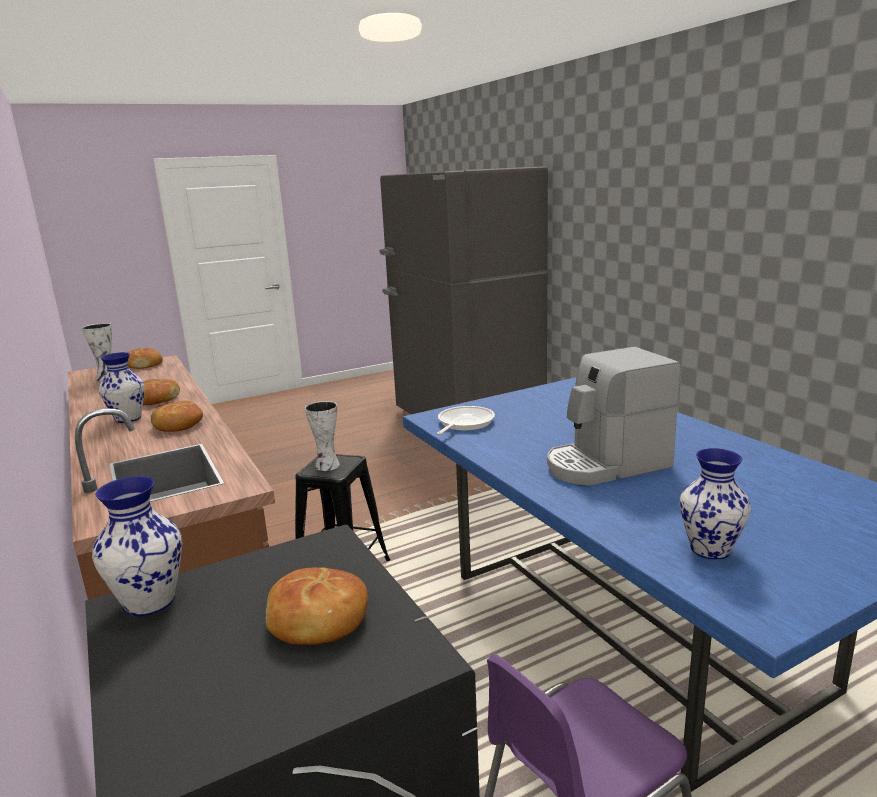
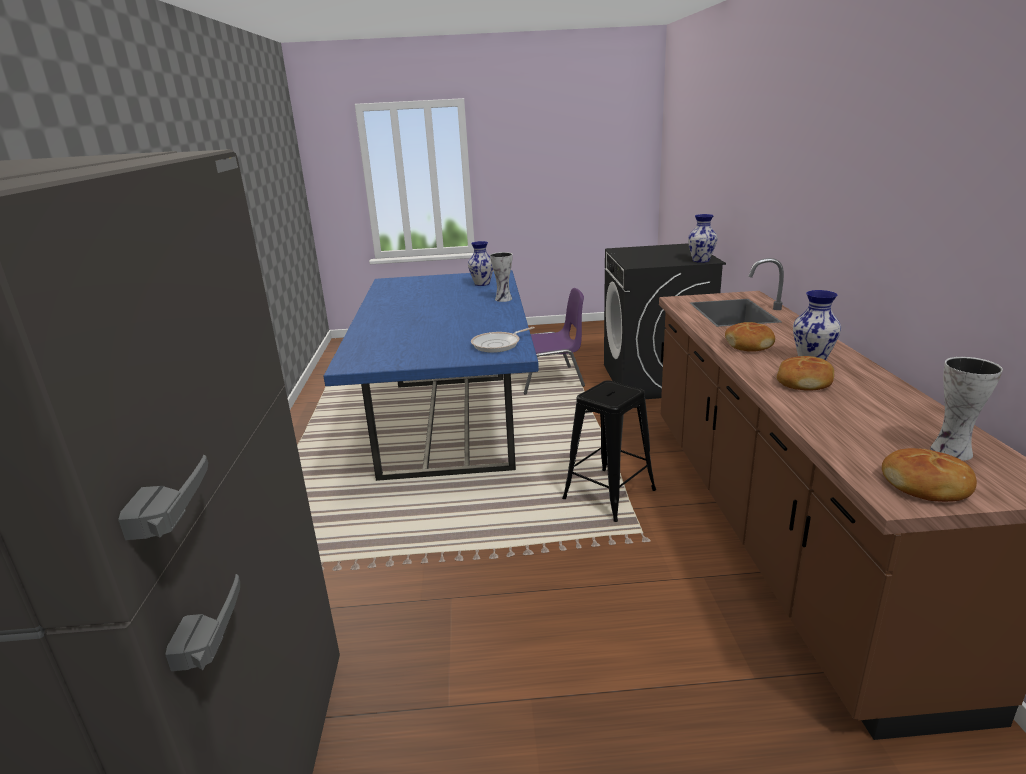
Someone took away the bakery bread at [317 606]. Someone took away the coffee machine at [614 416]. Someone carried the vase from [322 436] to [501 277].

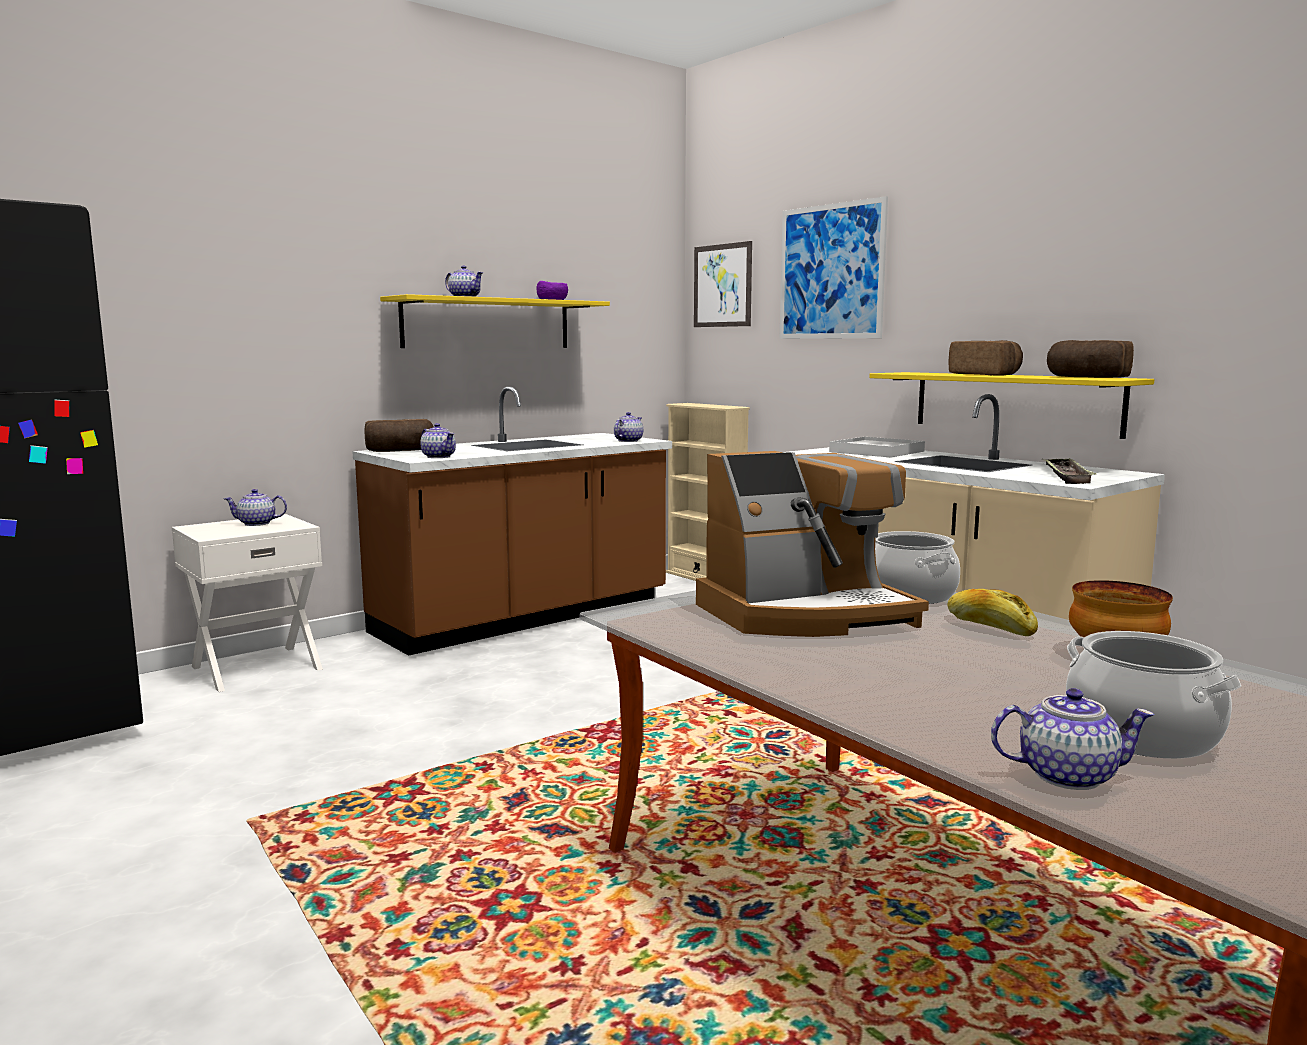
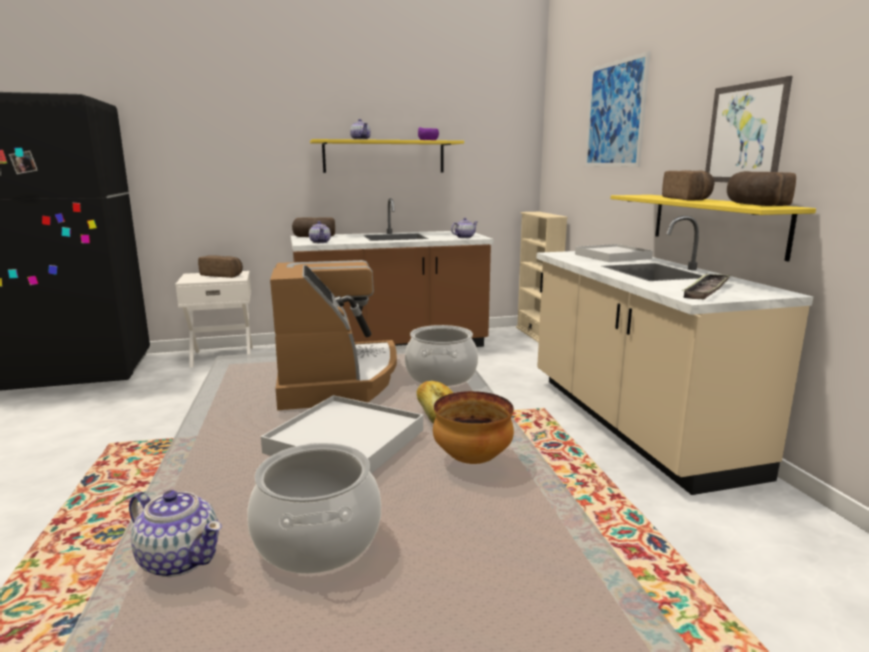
Someone put down the tray (white-coloured) at [342 434]. Someone carried the wall art from [723 284] to [749 129]. Someone swapped the tea pot at [255 507] for the bakery bread at [220 266]. Someone rotated the coffee machine at [812 544] by 105 degrees counterclockwise.

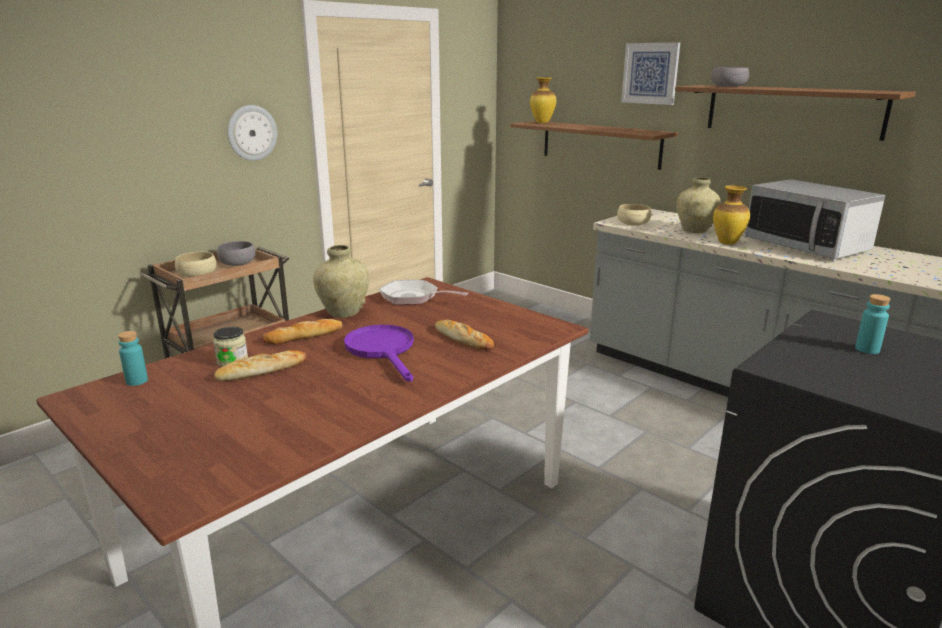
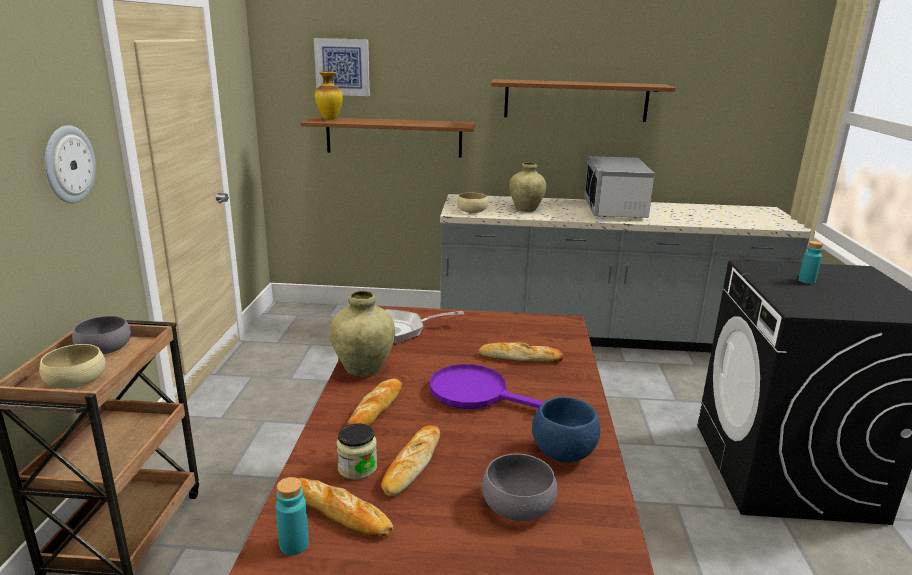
Someone took away the vase at [731 215]. Someone put down the bakery bread at [345 507]. Someone put down the deep dish (blue-coloured) at [566 429]. Someone carried the wall art from [650 74] to [342 67]. Someone carried the deep dish (grey) from [730 77] to [520 487]. Someone rotated the microwave at [815 219] by 75 degrees clockwise.

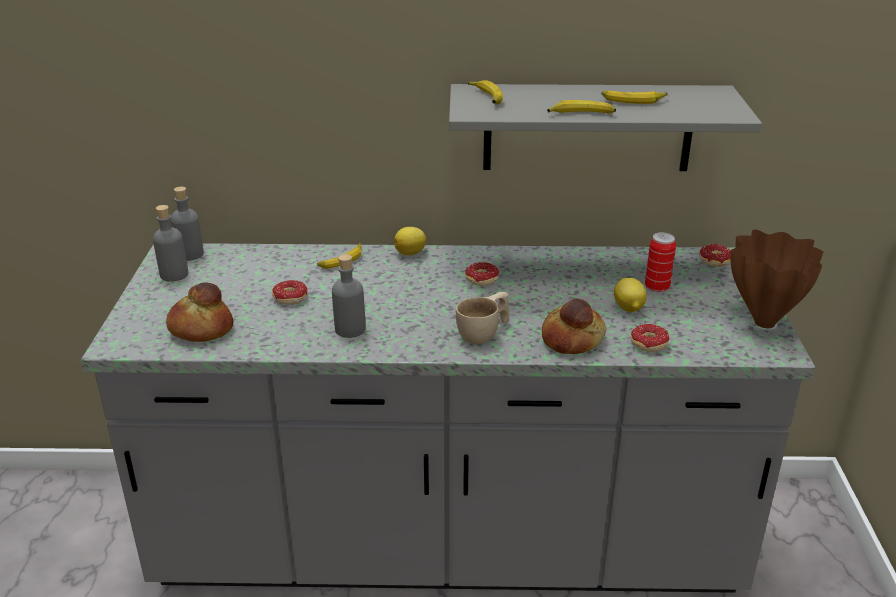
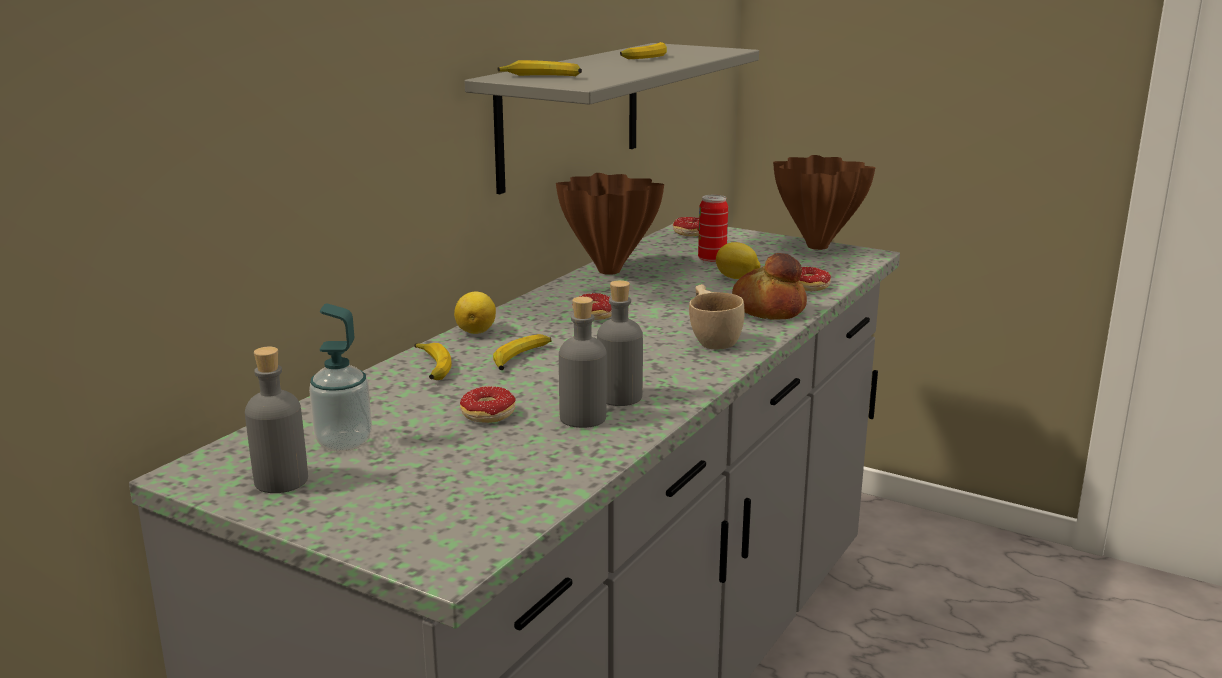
Someone took away the bakery bread at [199 312]. Someone put down the soap dispenser at [340 378]. Someone put down the vase (brownish) at [610 224]. Someone carried the drink bottle (grey) from [187 224] to [583 362]. Someone carried the whole banana from [581 107] to [522 352].

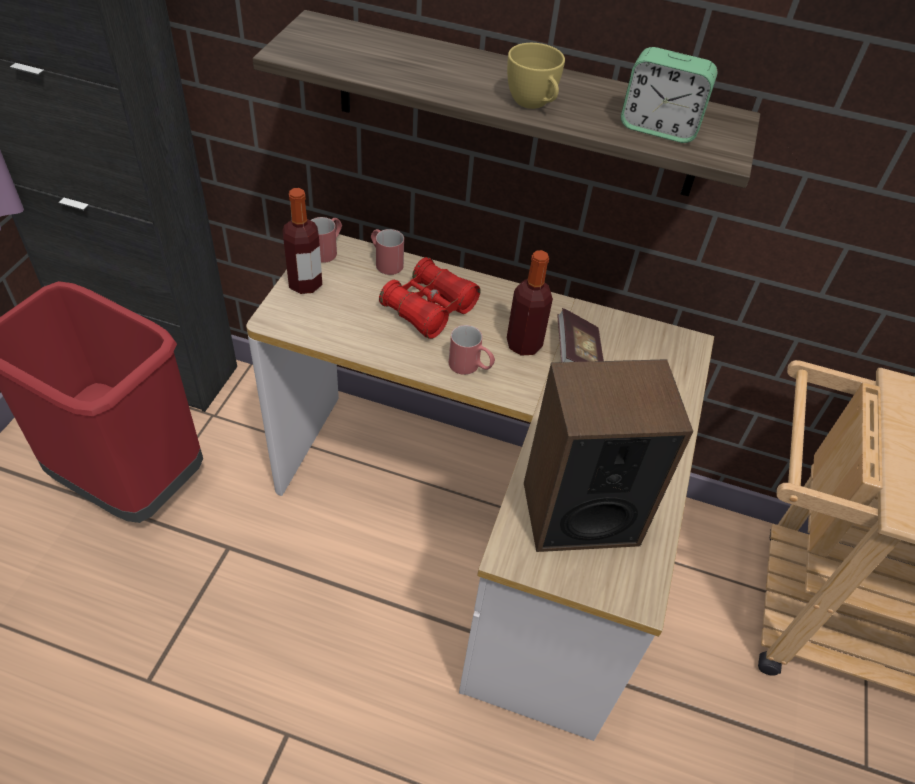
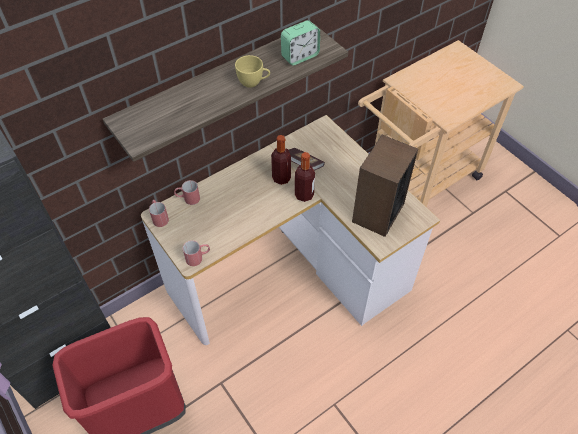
Someone took away the field glasses (reddish) at [429 298]. Someone carried the drink bottle from [302 241] to [305 177]. Someone carried the mug (reddish) from [472 350] to [196 253].

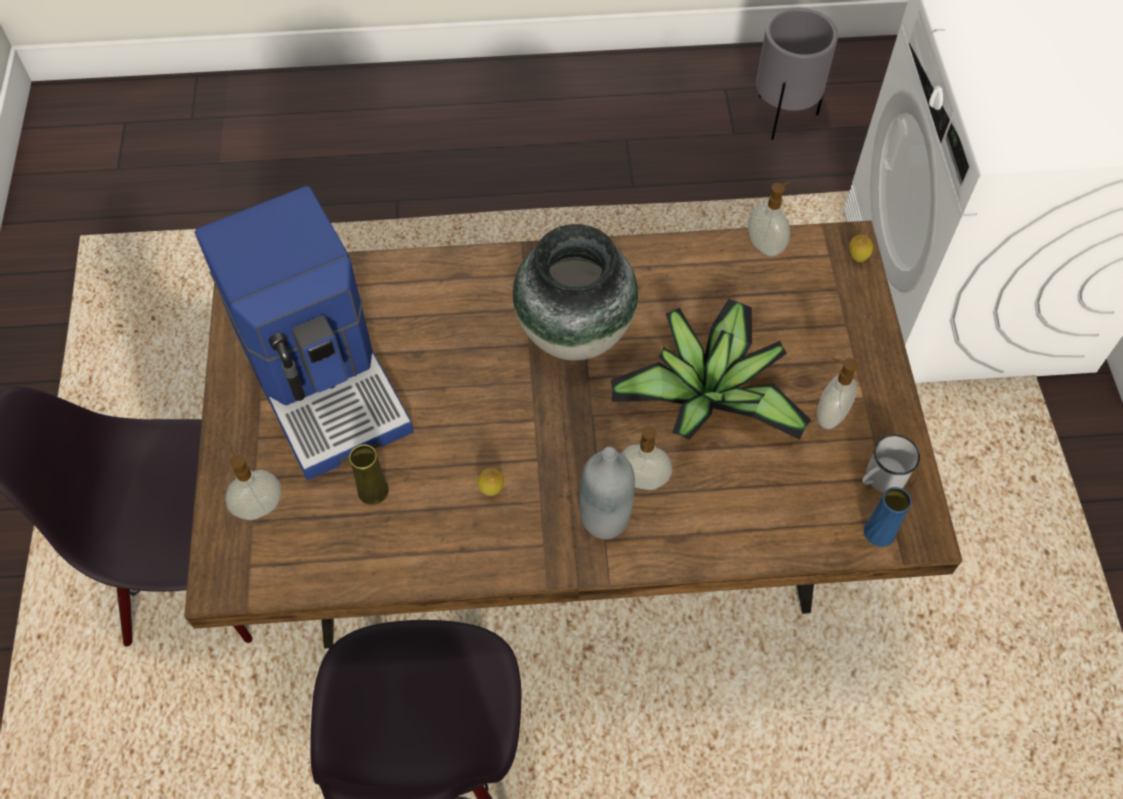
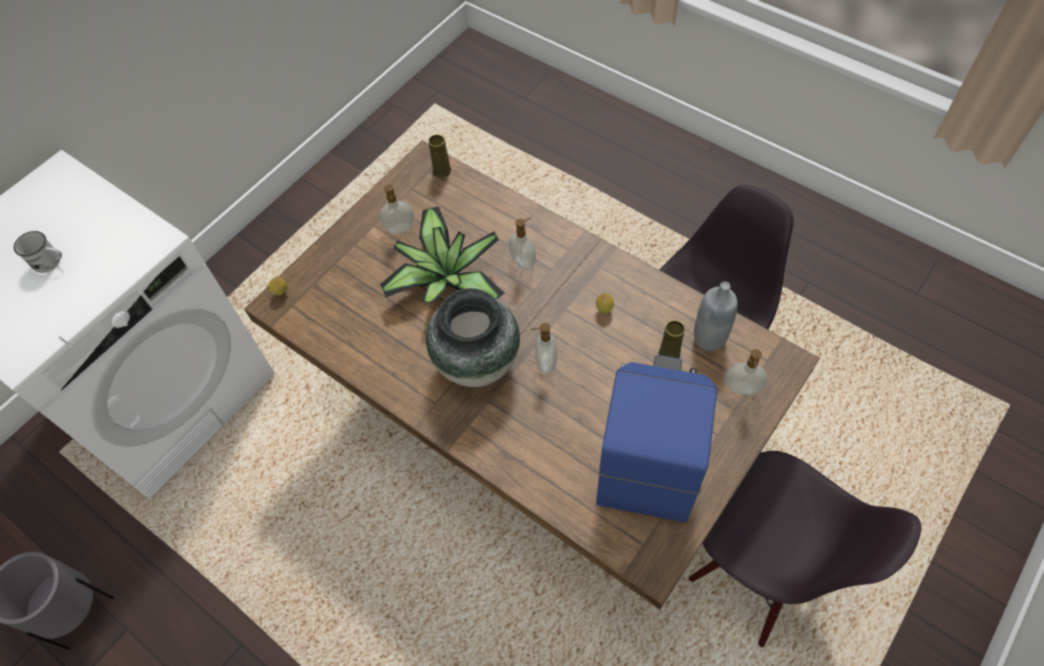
Someone carried the drink bottle (grey) from [607 493] to [716 316]. Someone carried the soap dispenser from [769 219] to [544 348]. Someone carried the mug (white-coloured) from [891 463] to [38 252]. Someone repainted the vase (blue-coloured) at [887 517], which became the vase (yellow-coloured) at [439 156].

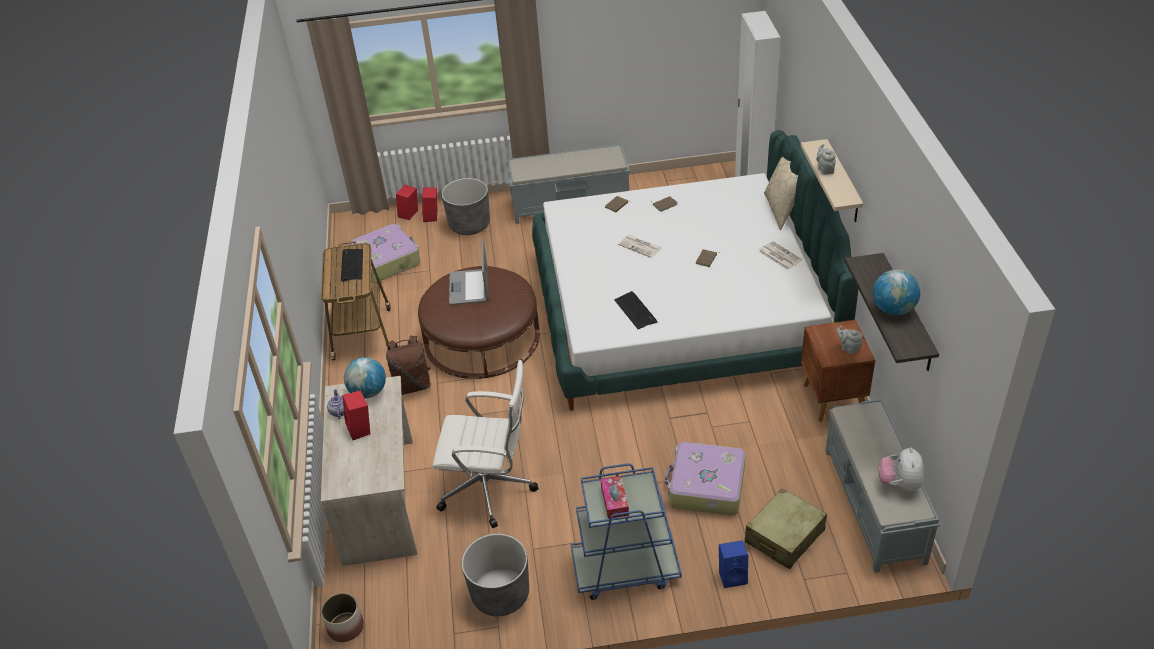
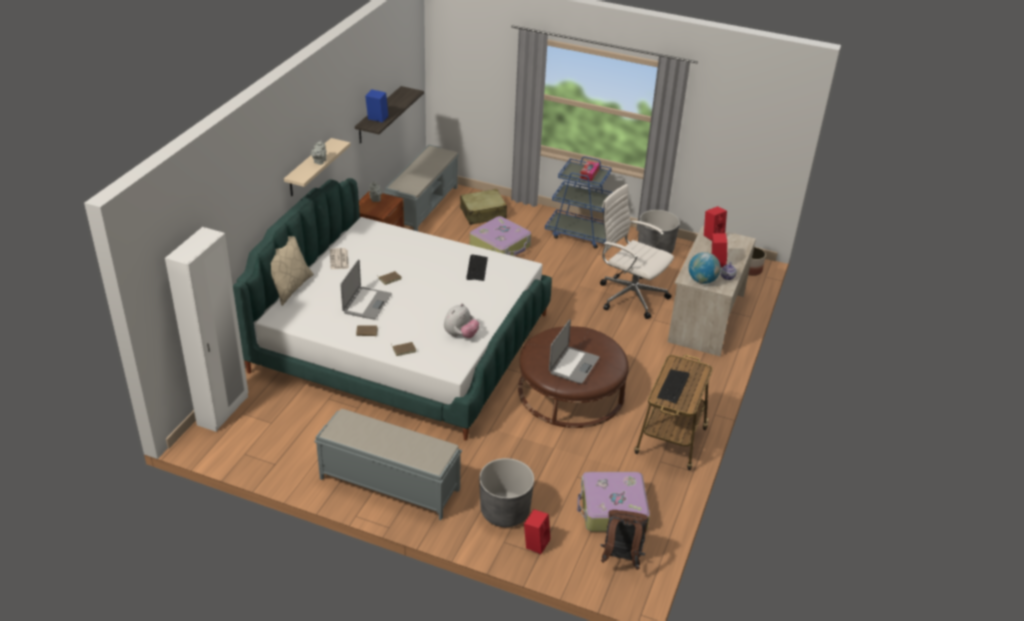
Someone took away the daily paper at [640 246]. Someone took away the desk globe at [896 292]. Someone put down the laptop at [366 289]. Someone carried the knapsack (brownish) from [408 365] to [624 540]. Someone carried the speaker (reddish) from [407 202] to [715 223]. Someone carried the speaker (blue-coloured) from [733 564] to [376 106]. Someone carried the plush toy from [901 469] to [461 320].

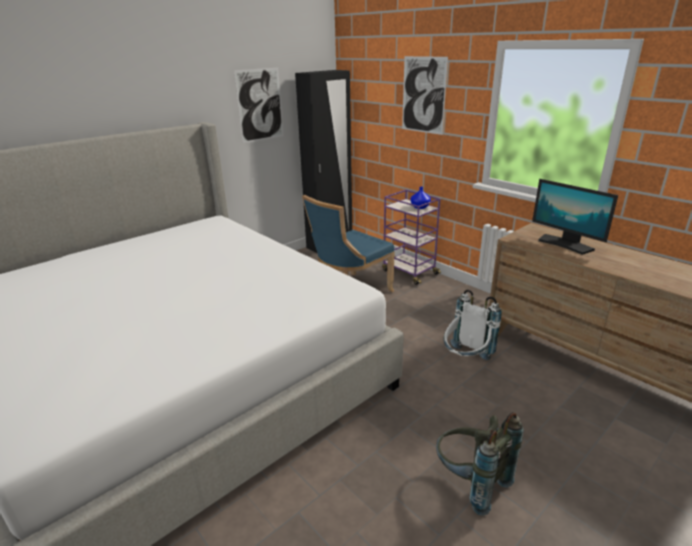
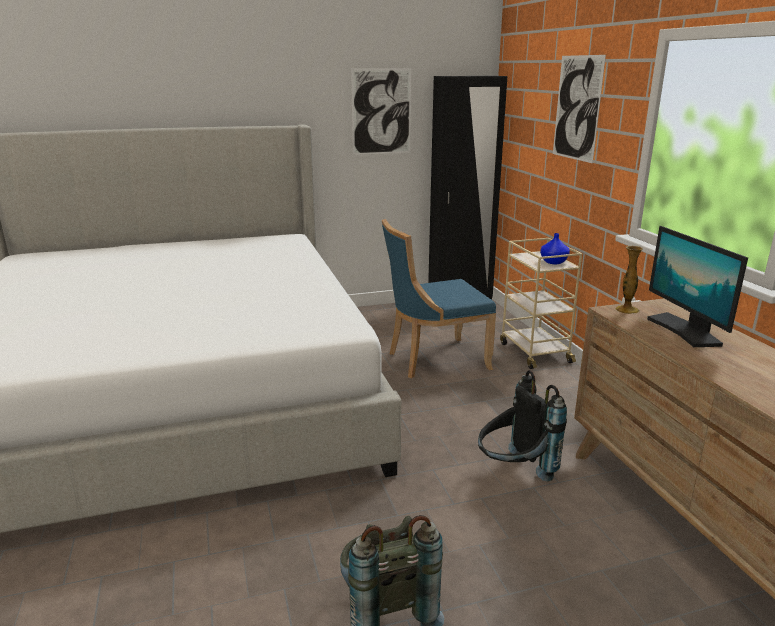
Someone put down the vase at [629 280]. Someone repainted the wheeled cart (purplish) at [411 237], which became the wheeled cart (sand-coloured) at [541 303]. Someone repainted the knapsack (white-coloured) at [472 325], which became the knapsack (blackish) at [522 426].

